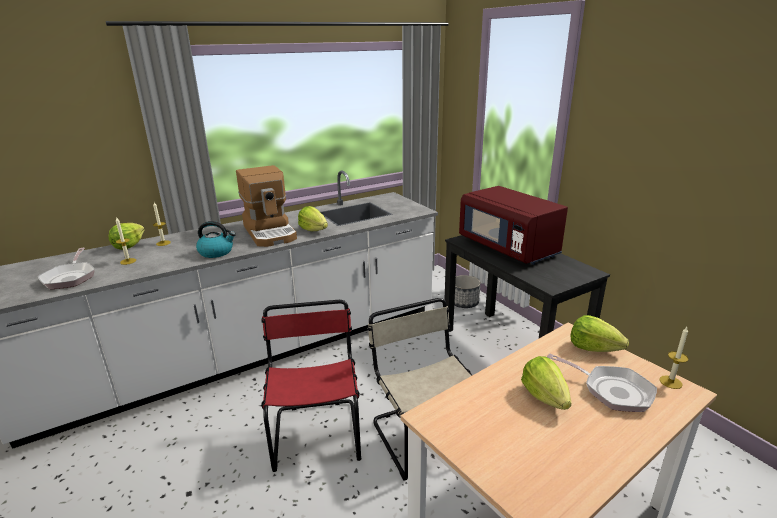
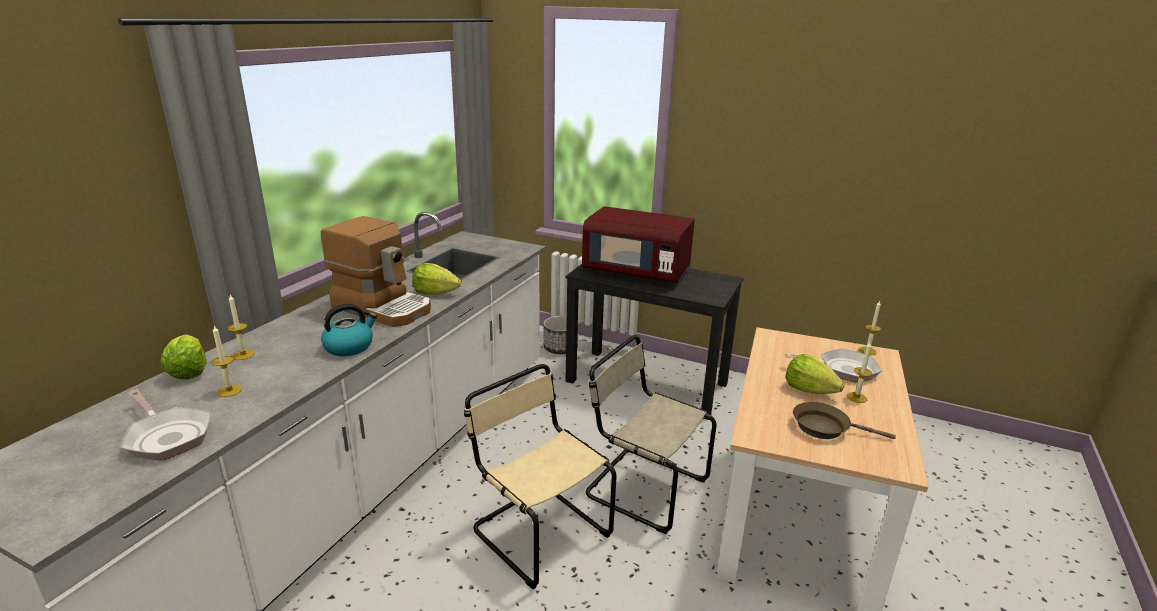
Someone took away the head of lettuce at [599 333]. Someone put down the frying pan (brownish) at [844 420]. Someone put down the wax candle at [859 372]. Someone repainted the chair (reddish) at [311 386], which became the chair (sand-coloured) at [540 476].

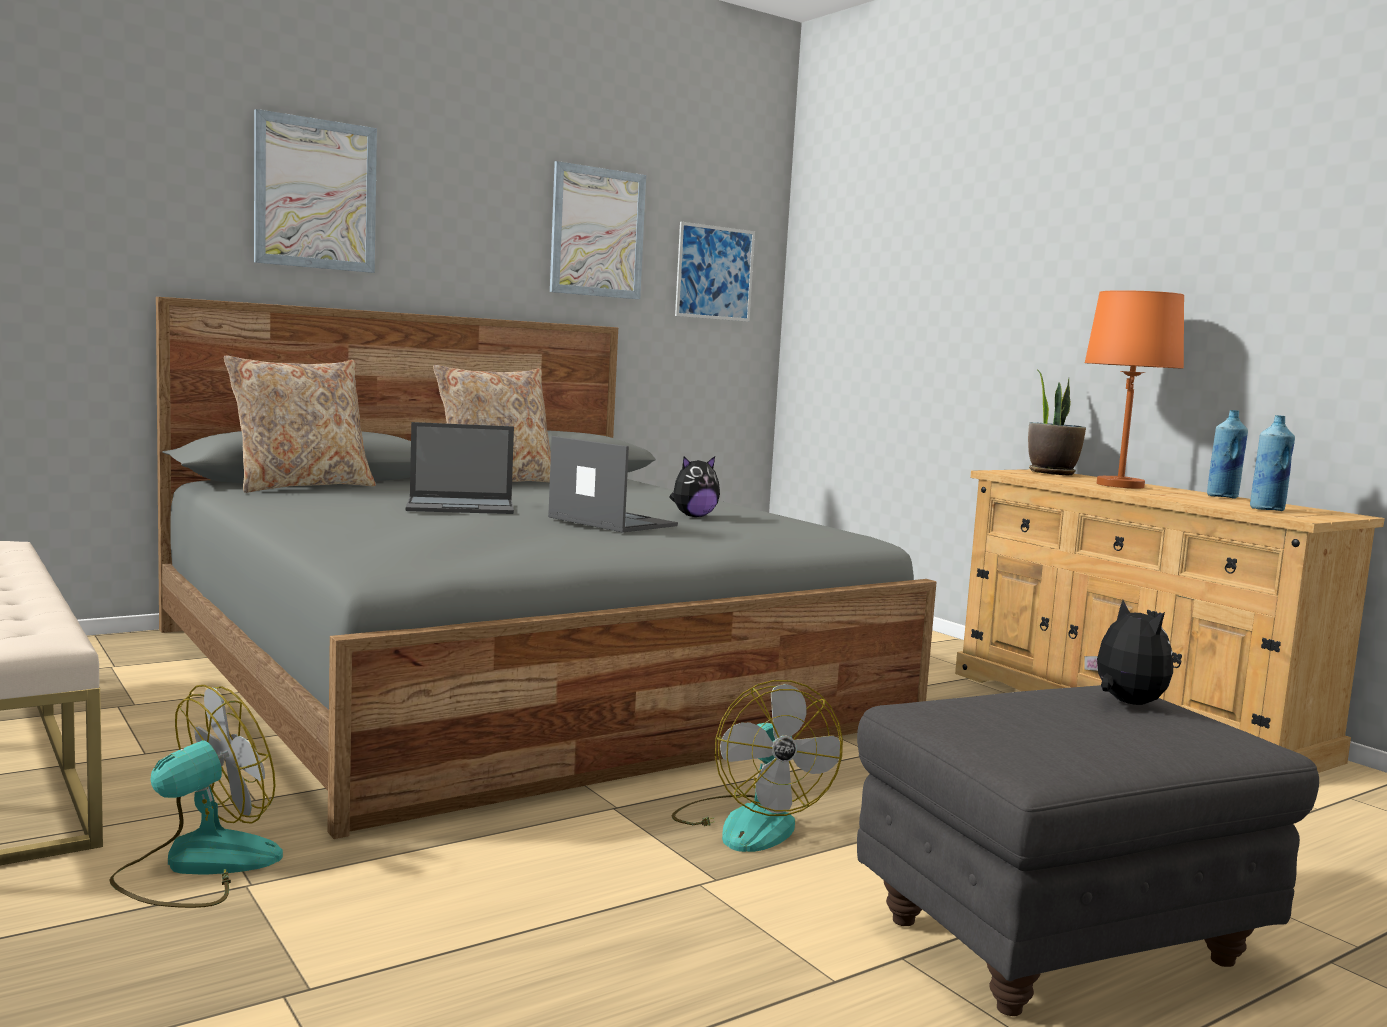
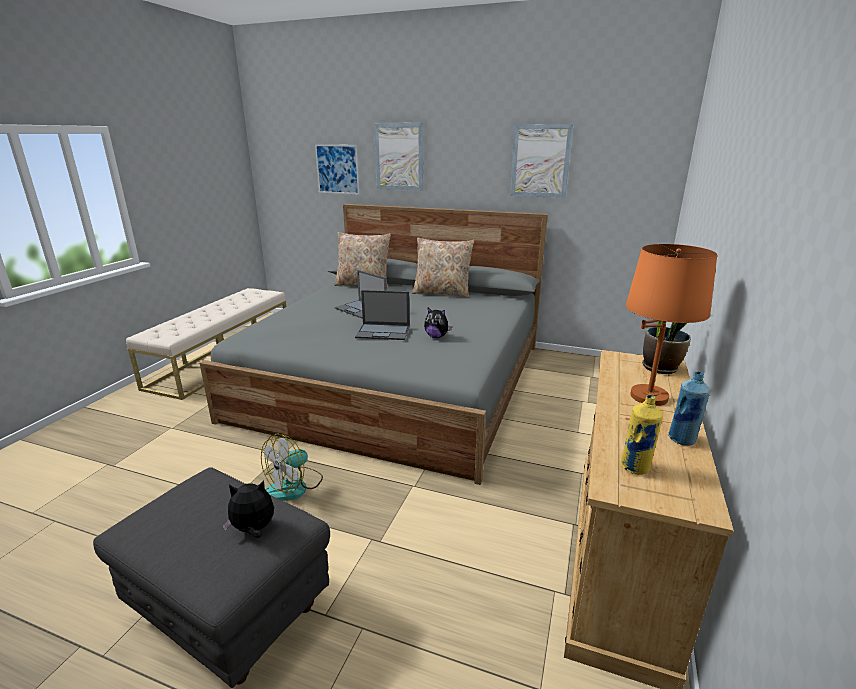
Someone took away the cooling fan at [196 796]. Someone carried the wall art from [715 272] to [337 169]. Someone repainted the drink bottle (blue-coloured) at [1272 463], which became the drink bottle (yellow-coloured) at [642 434]. Someone rotated the laptop at [613 484] by 90 degrees clockwise. Someone rotated the plush toy at [1128 652] by 135 degrees counterclockwise.

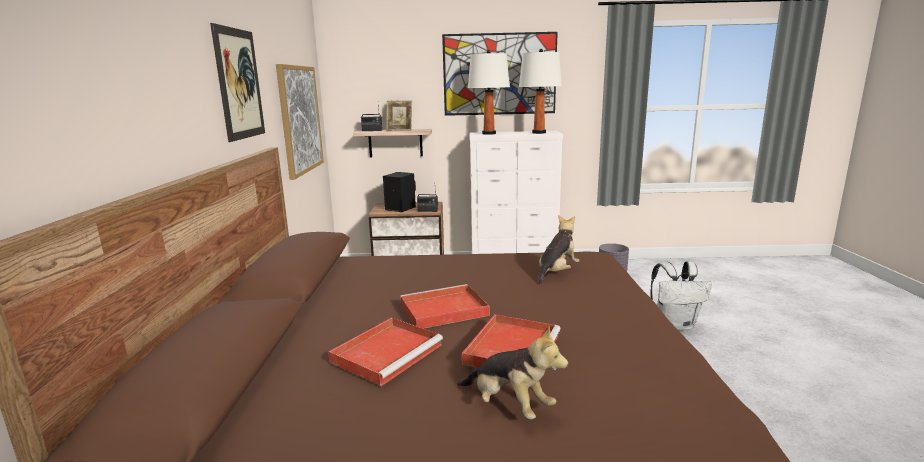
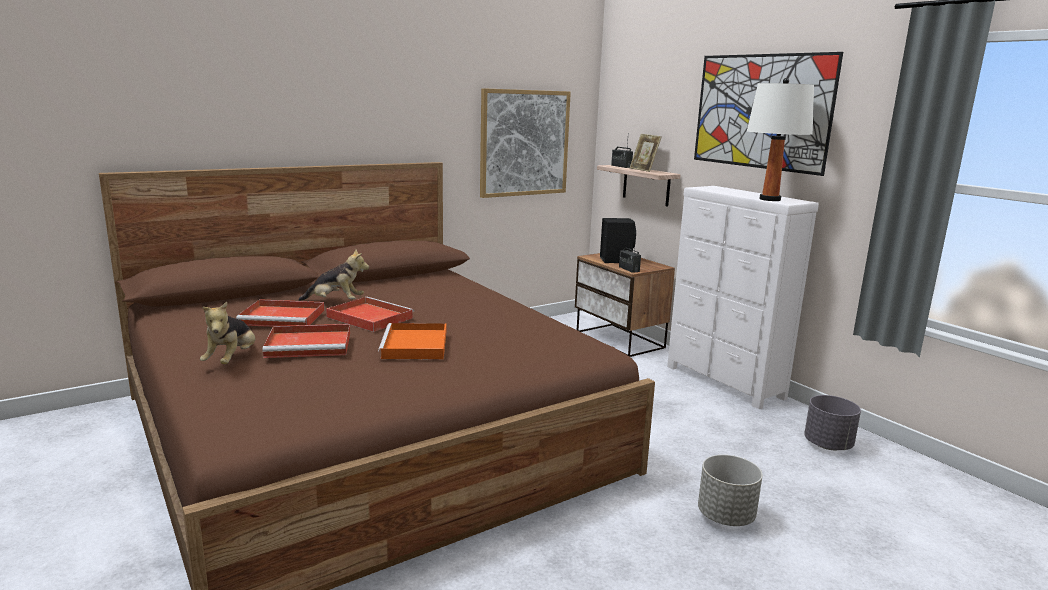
Someone took away the wall art at [237 82]. Someone took away the lamp for a table (white-coloured) at [489 92]. Someone put down the tray (orangey) at [412 341]. Someone carried the plush toy from [559 250] to [333 275]. Someone swapped the knapsack (white-coloured) at [681 296] for the flower pot (grey) at [730 490].

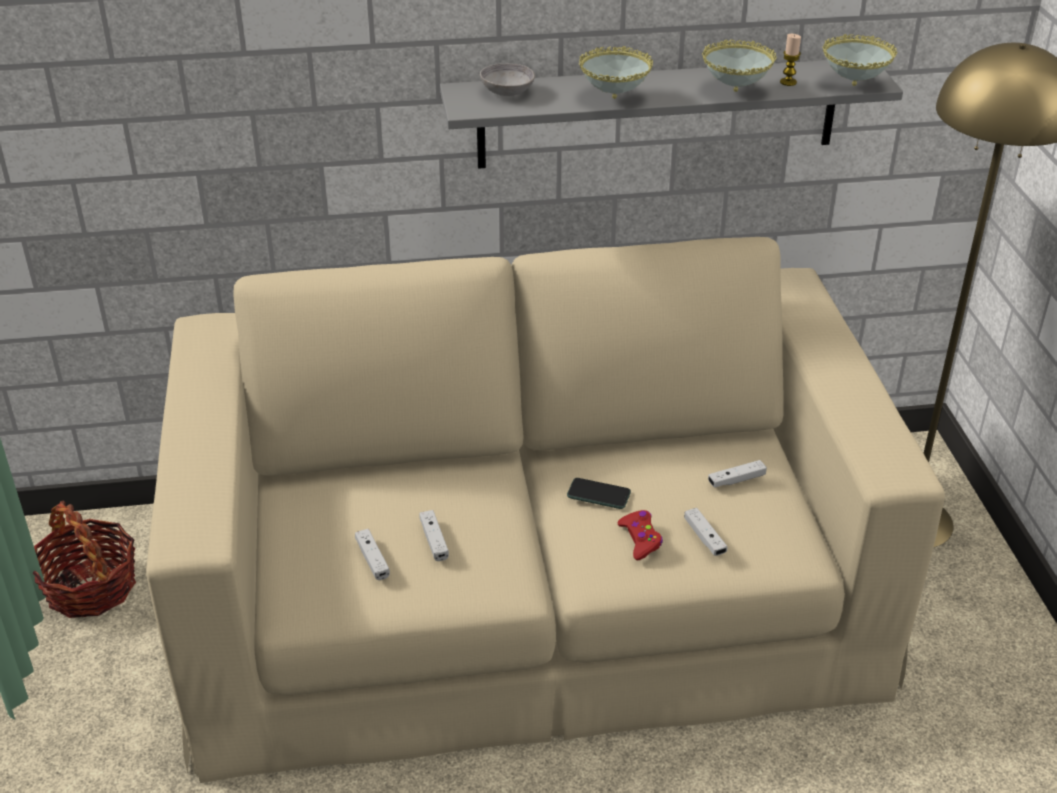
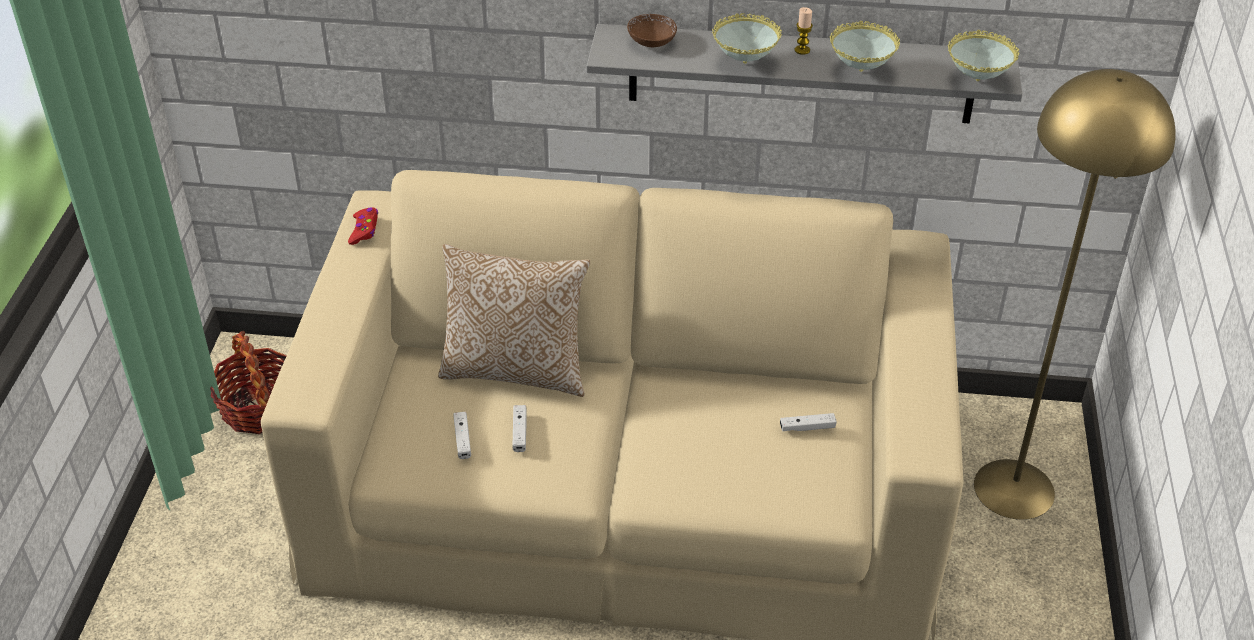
Someone took away the handset at [599 493]. Someone took away the gamepad (white-coloured) at [705 532]. Someone put down the pillow at [514 320]. Someone carried the gamepad (reddish) from [640 535] to [363 226]. Someone carried the wax candle from [790 60] to [804 31]. Someone repainted the deep dish (grey) at [507 79], which became the deep dish (brownish) at [652 30].

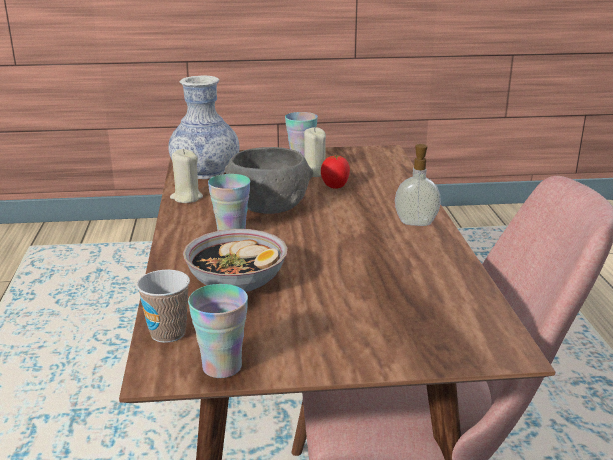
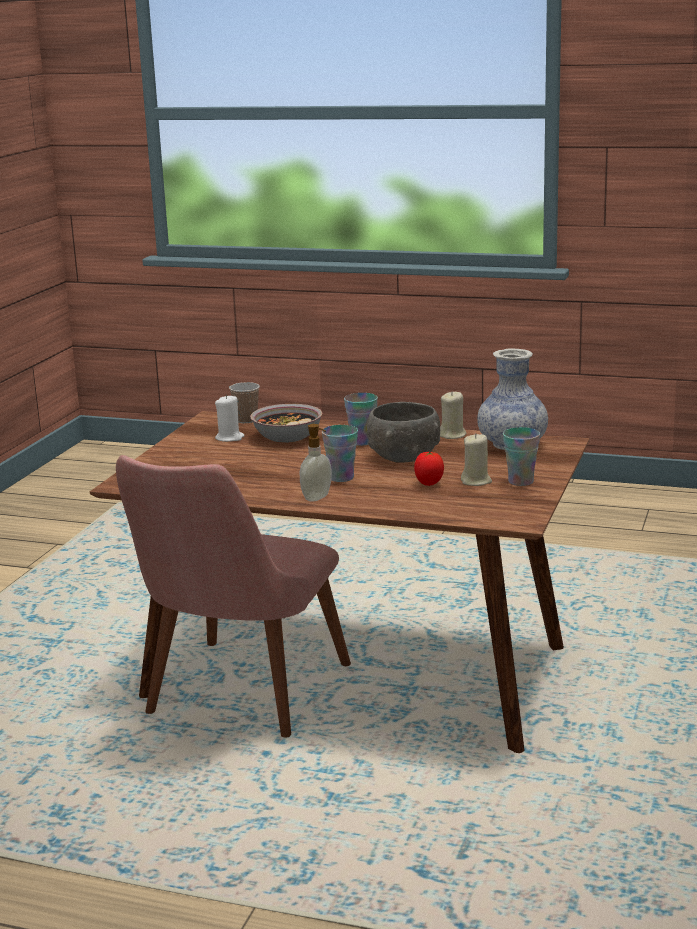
Someone put down the wax candle (white-coloured) at [229 418]. Someone carried the small cup from [218 331] to [340 453].

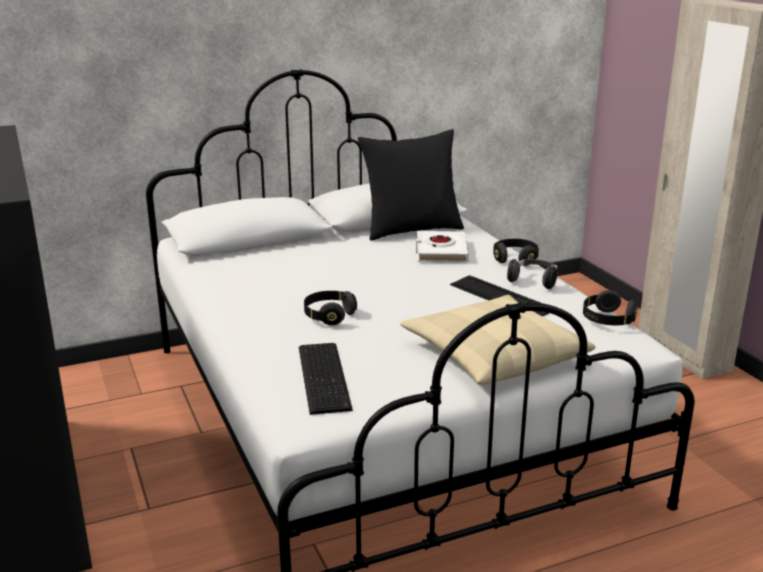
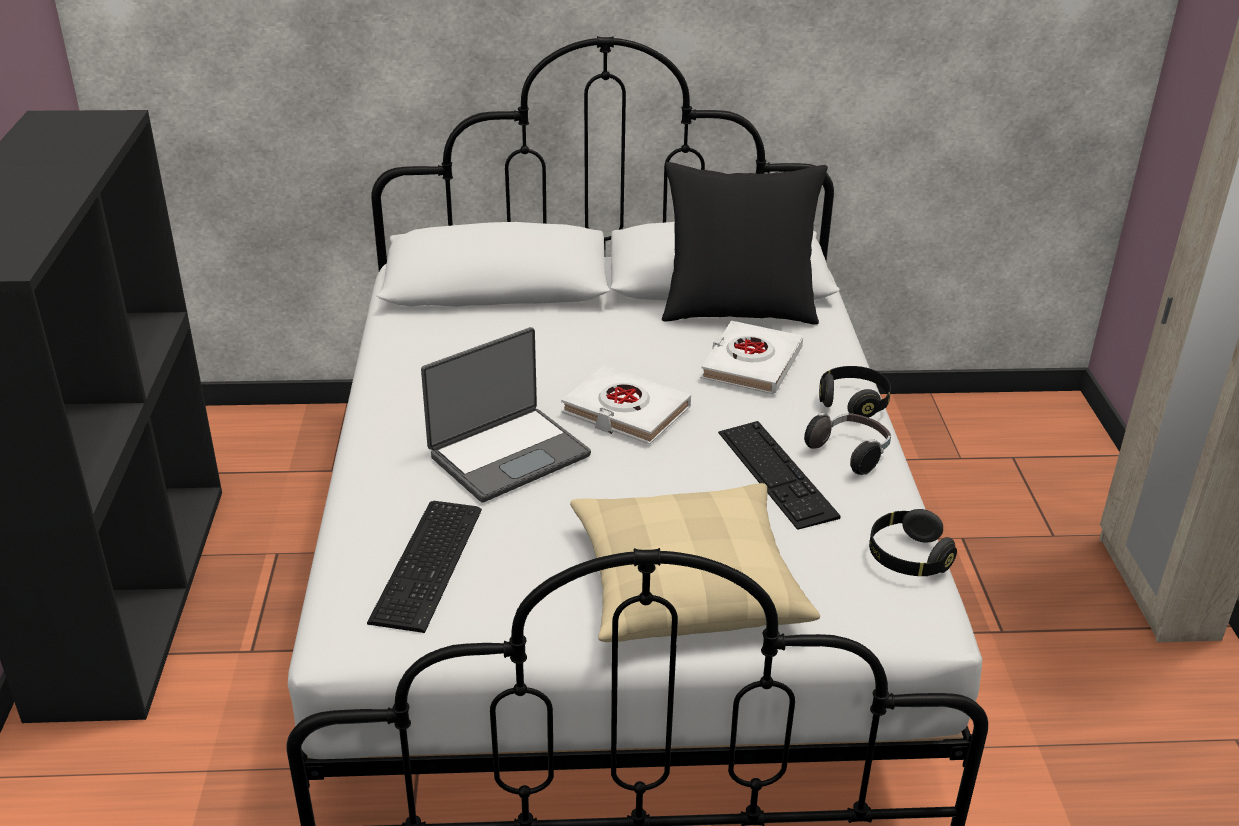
Someone put down the volume (white-coloured) at [626 404]. Someone swapped the headphones (blackish) at [330 308] for the laptop at [506 415].

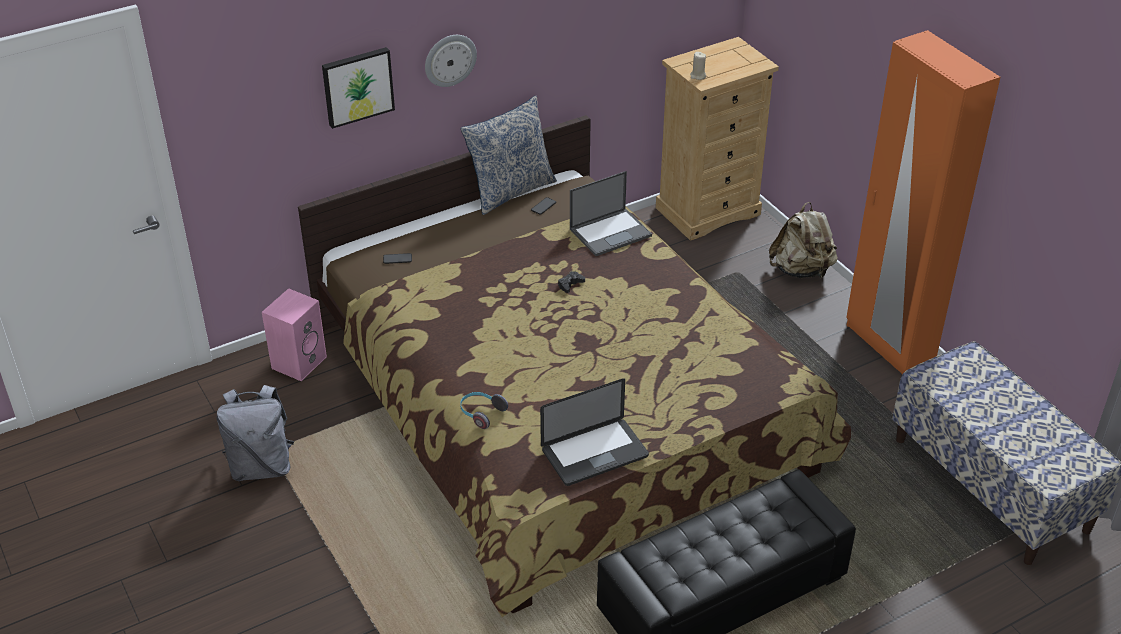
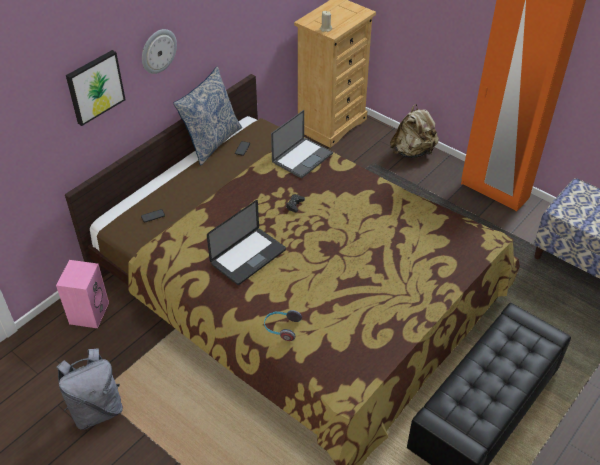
Someone carried the laptop from [594 432] to [246 242].

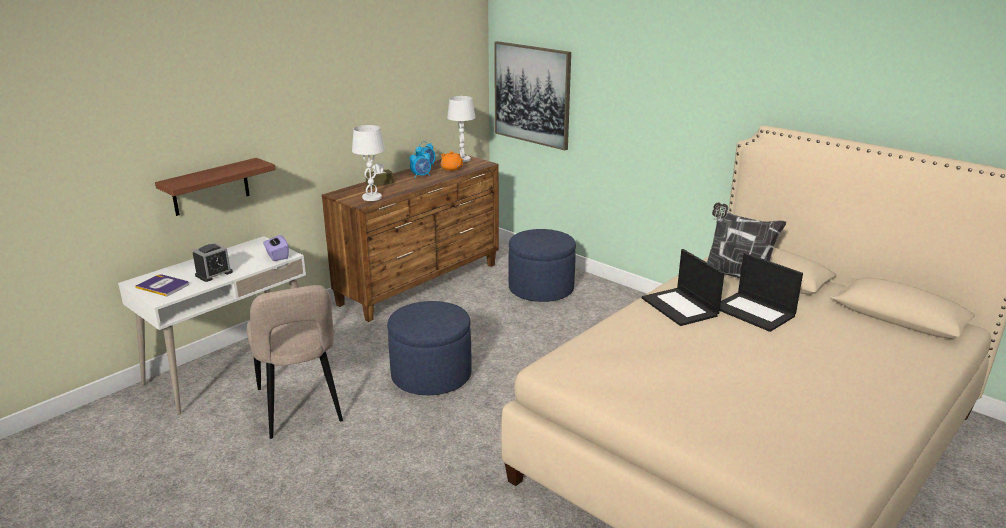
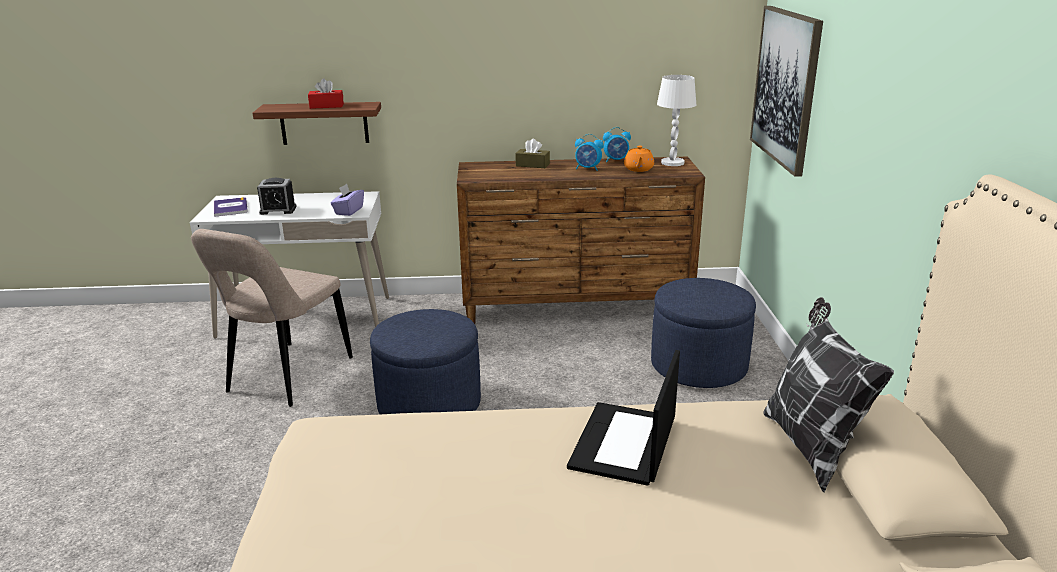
Someone took away the lamp for a table (white-coloured) at [368 163]. Someone took away the laptop at [761 292]. Someone put down the tissue holder (reddish) at [326 93].

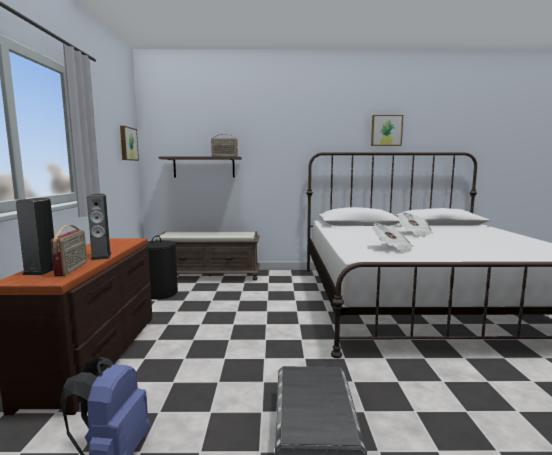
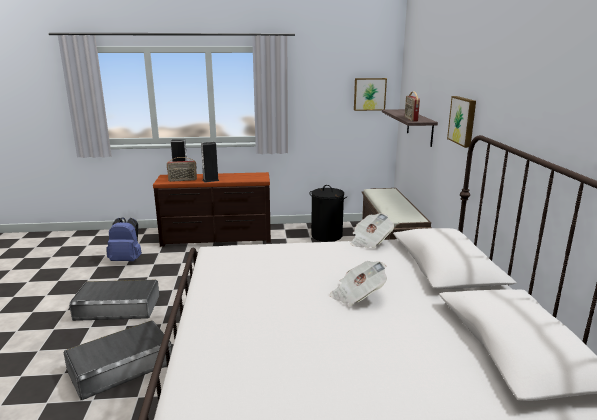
Someone put down the storage bin (grey) at [118 360]. Someone carried the wall art from [387 130] to [461 122]. Someone carried the daily paper from [392 238] to [372 230].

